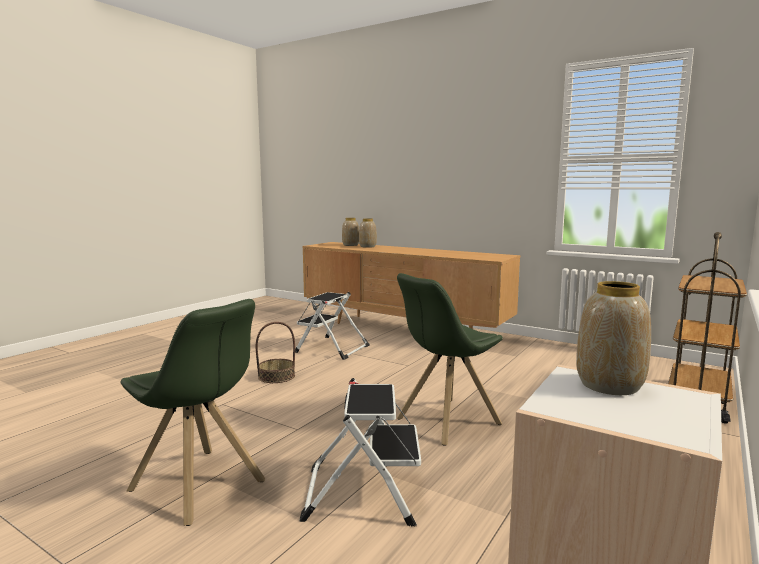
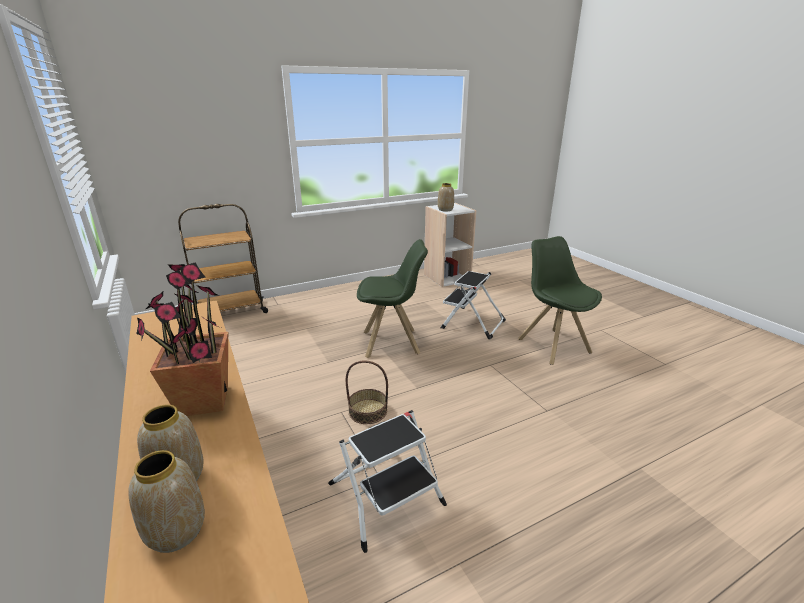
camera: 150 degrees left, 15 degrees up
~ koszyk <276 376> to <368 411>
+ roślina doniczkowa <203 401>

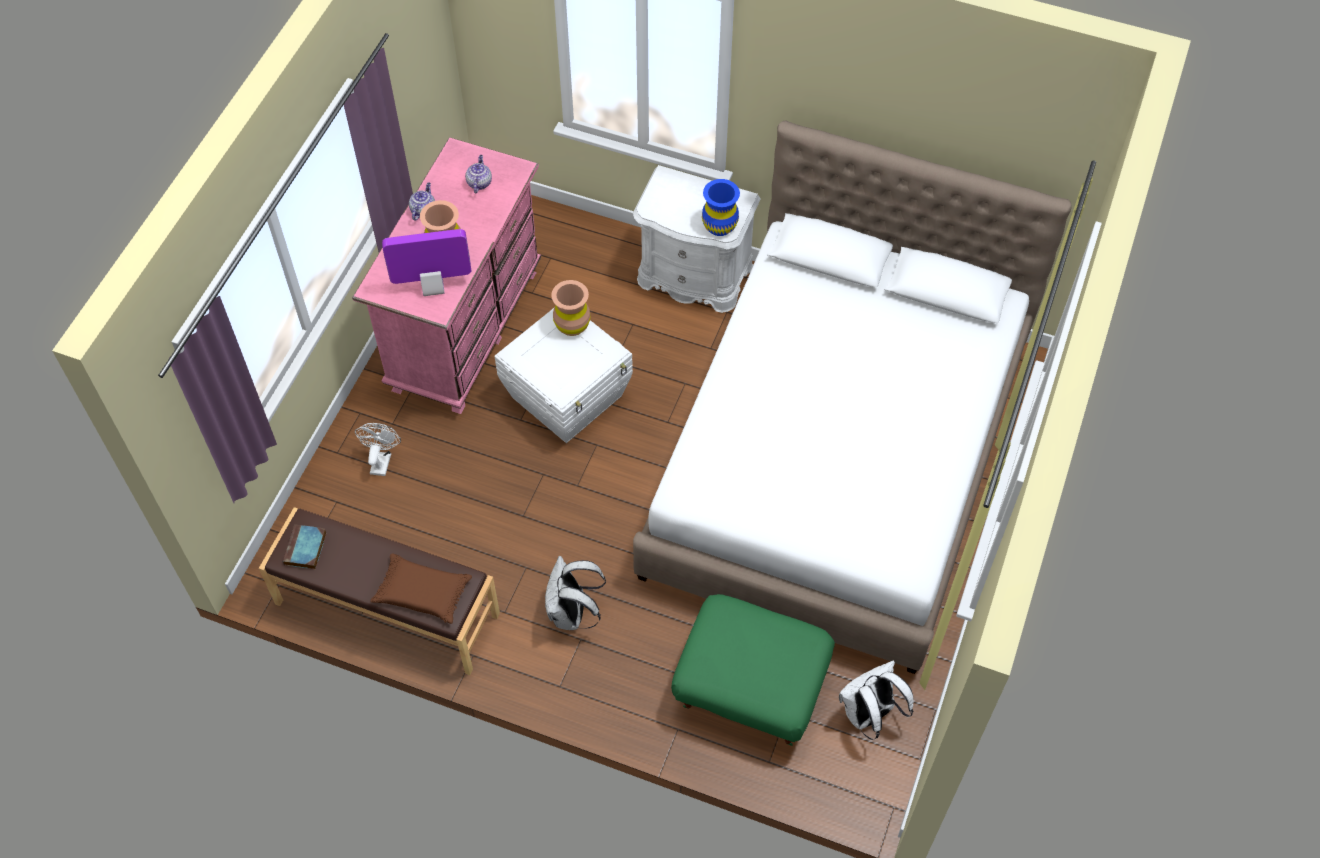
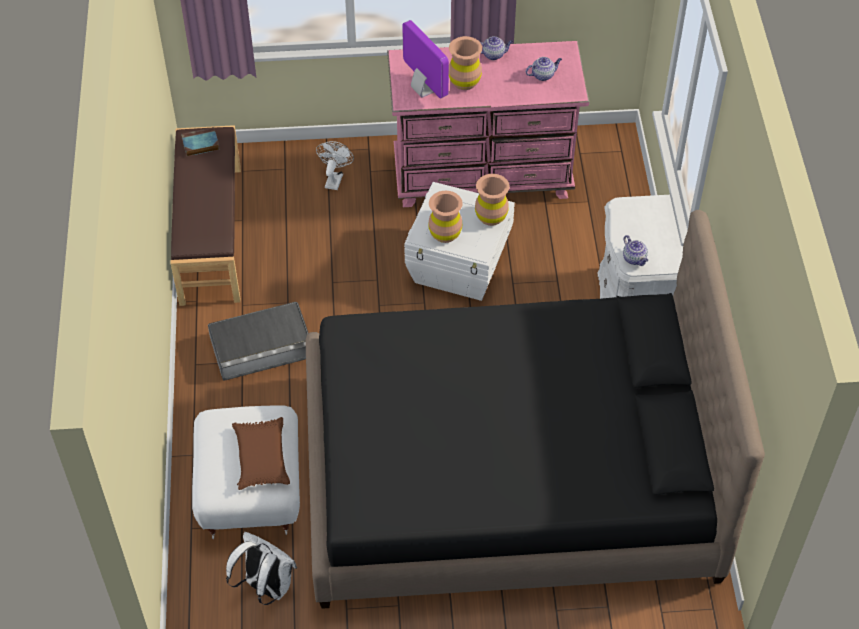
camera: 65 degrees right, 5 degrees down
~ wentylator/biały <381 460> = <334 178> 60 degrees counterclockwise
~ poduszka/brązowy <422 592> to <261 456>
~ plecak/biały <572 614> to pojemnik do przechowywania/szary <261 347>
~ łóżko/biały <838 458> to łóżko/czarny <509 476>
~ pufa/zielony <751 688> to pufa/biały <252 492>
~ wazon/niebieski <719 226> to imbryk <635 259>
+ wazon/brązowy <445 233>

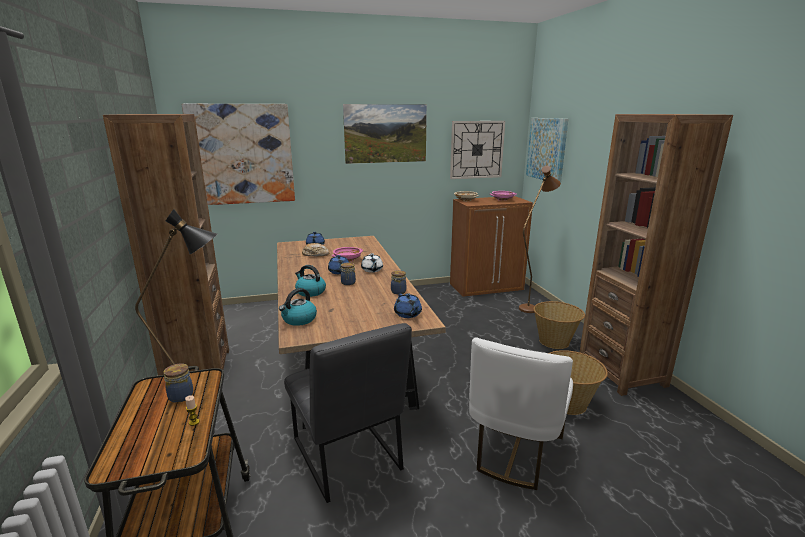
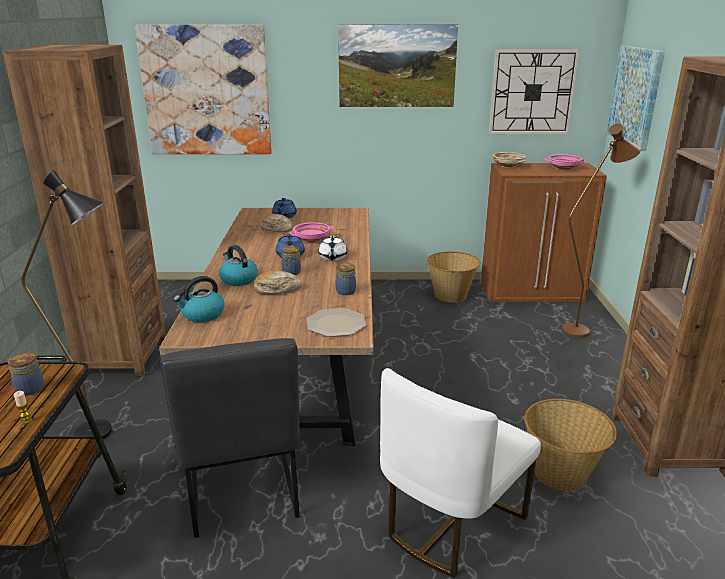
camera: 15 degrees right, 5 degrees up
~ imbryk/niebieski <408 314> to talerz <336 324>
~ koszyk <554 342> to <451 295>
+ chleb <277 289>

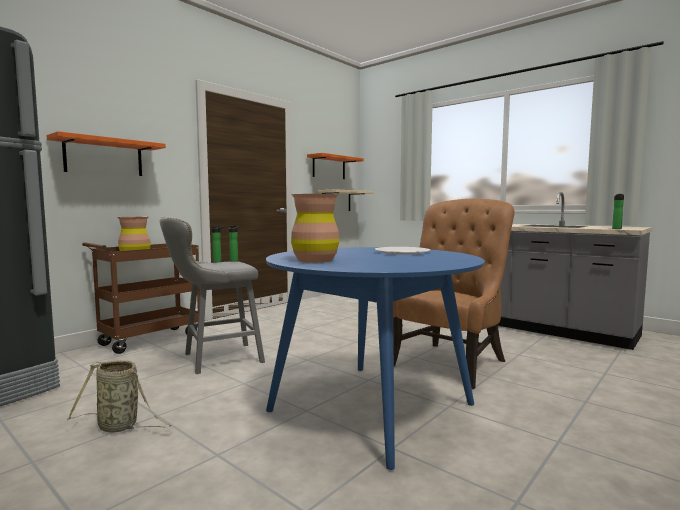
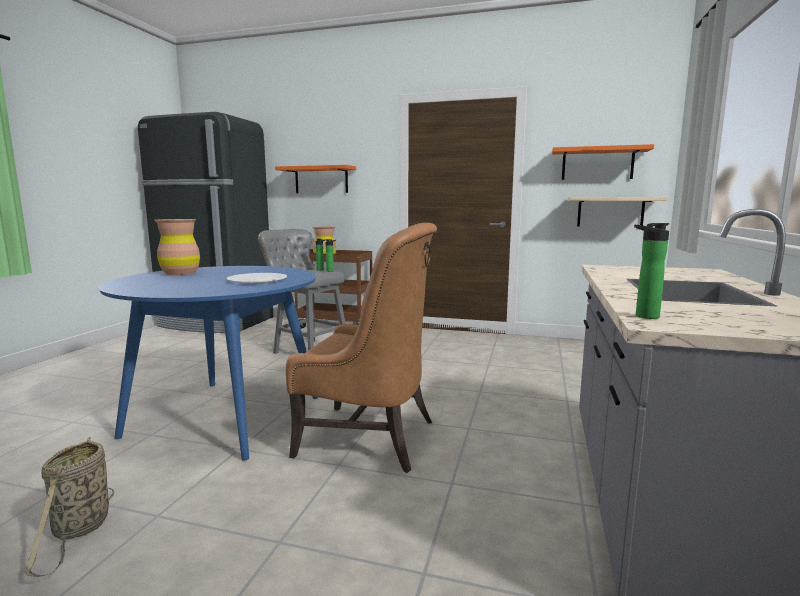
camera: 65 degrees right, 5 degrees up
~ koszyk <120 426> to <80 529>

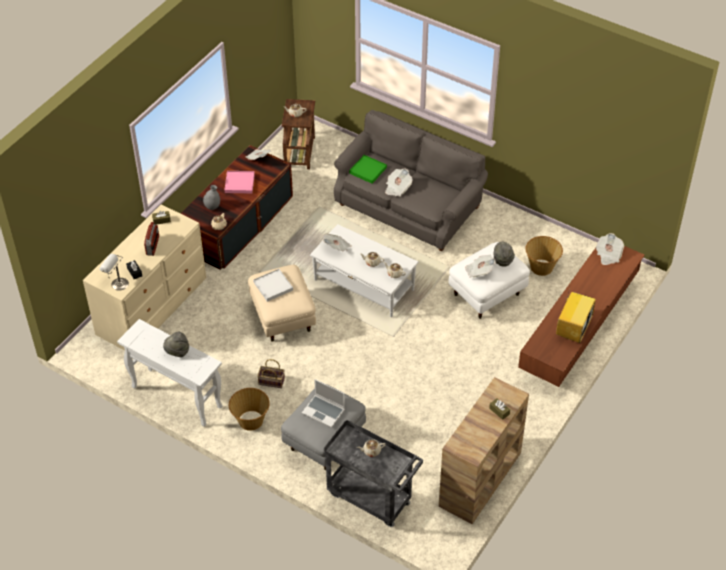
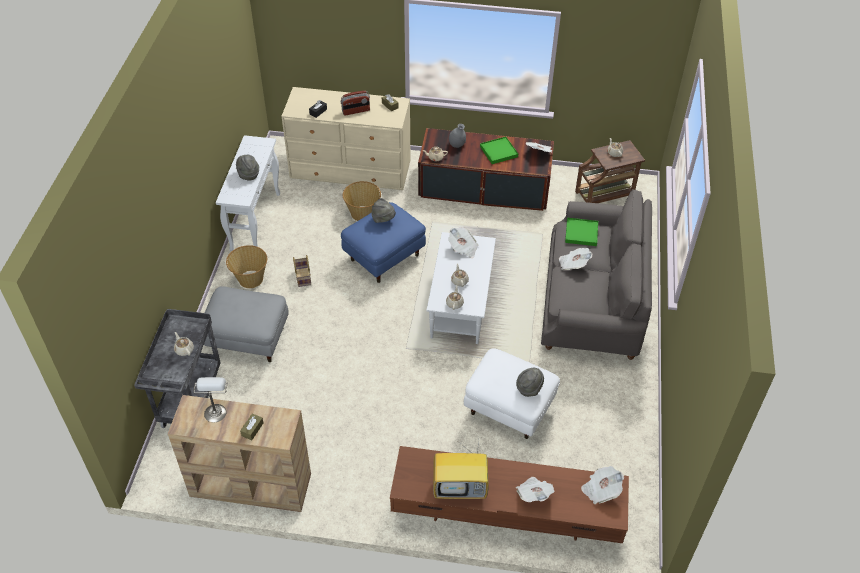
camera: 65 degrees right, 0 degrees up
~ lampa stołowa/biały <116 283> to <215 409>
~ taca/różowy <239 183> to taca/zielony <498 152>
~ pufa/beżowy <283 318> to pufa/niebieski <384 258>
~ taca/biały <273 286> to kapelusz/szary <383 219>
- laptop <324 411>
~ gazeta <479 271> to <534 494>
~ koszyk <541 267> to <363 213>

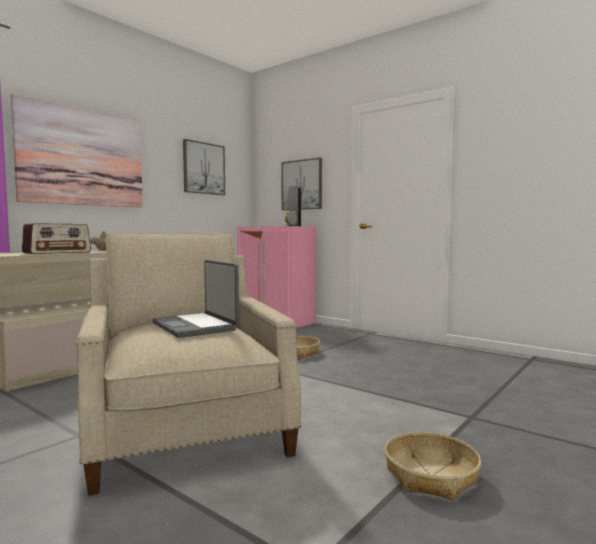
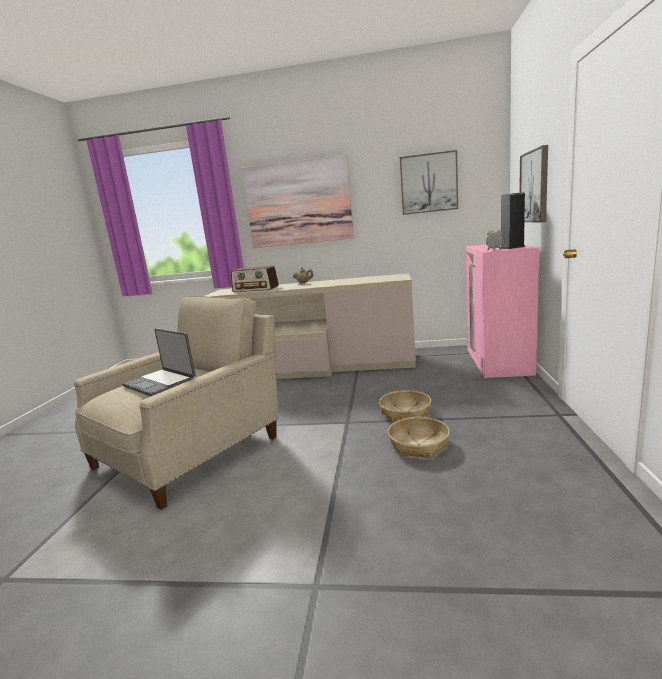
camera: 60 degrees right, 10 degrees up
~ laptop <196 326> = <161 383> 75 degrees counterclockwise
~ koszyk <431 476> to <419 445>

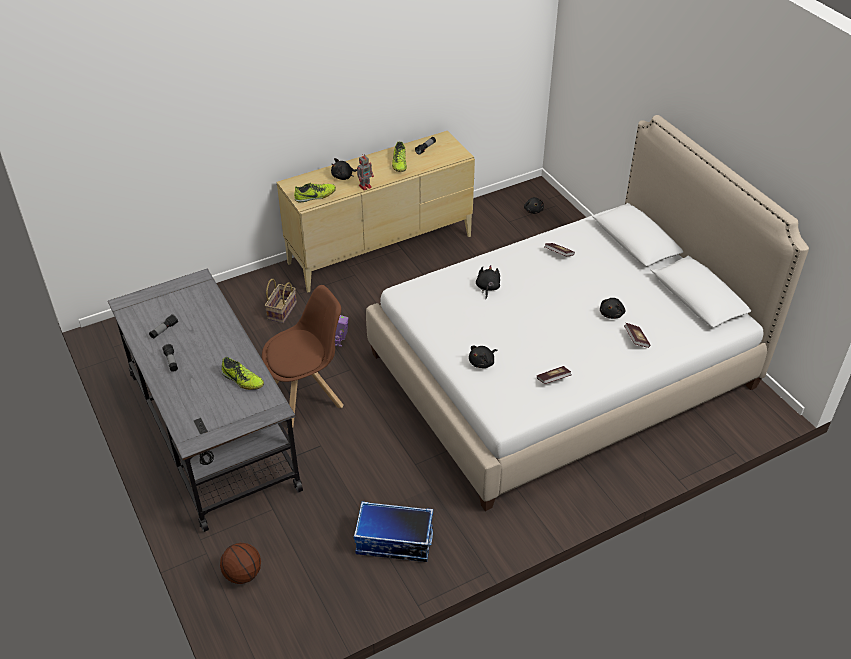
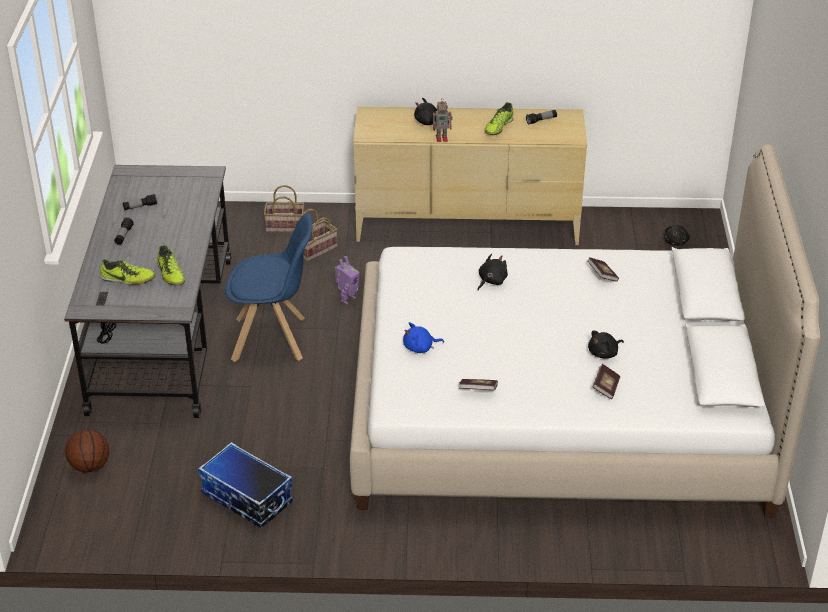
camera: 30 degrees right, 5 degrees down
~ krzesło/brązowy <307 398> to krzesło/niebieski <273 339>
~ but <315 196> to <128 279>
~ pluszak/czarny <482 362> to pluszak/niebieski <420 348>
+ koszyk <284 227>

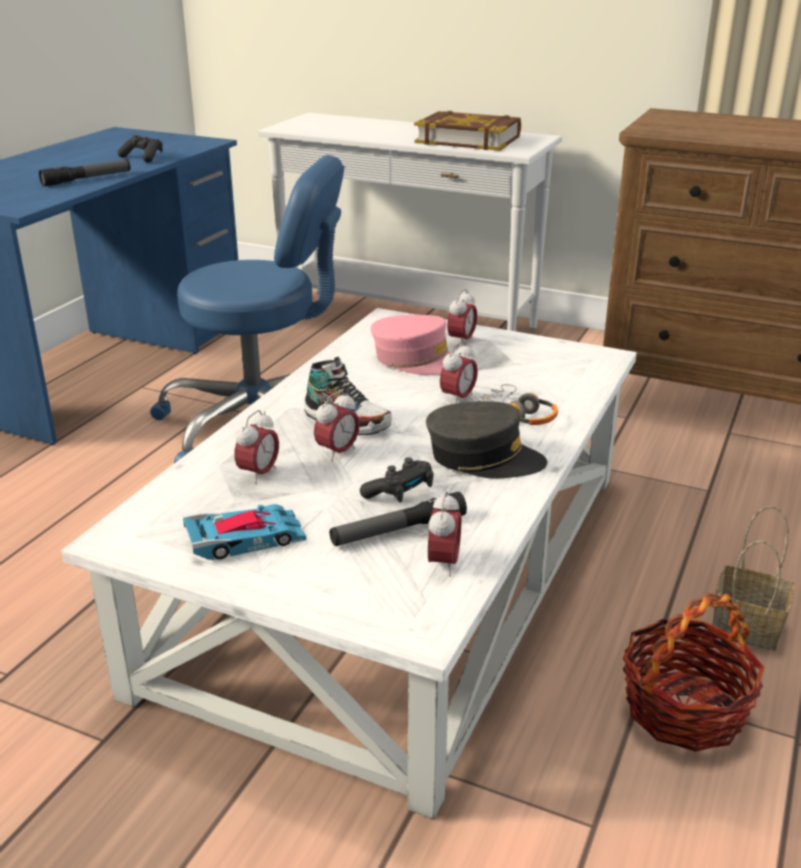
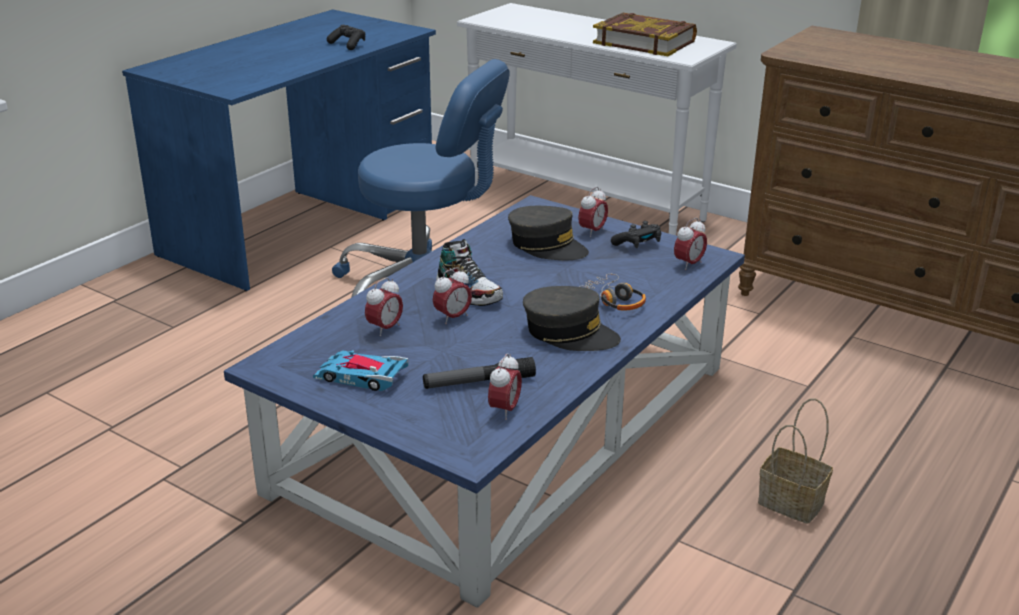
camera: 10 degrees right, 0 degrees up
- latarka <87 179>
~ ława/biały <398 571> to ława/niebieski <507 424>
~ samochodzik <246 538> = <360 376> 150 degrees counterclockwise
~ pad do gier/czarny <400 492> to <638 244>
~ czapka z daszkiem/różowy <417 360> to czapka z daszkiem/szary <547 246>
~ budzik <458 398> to <688 264>
- koszyk <684 710>

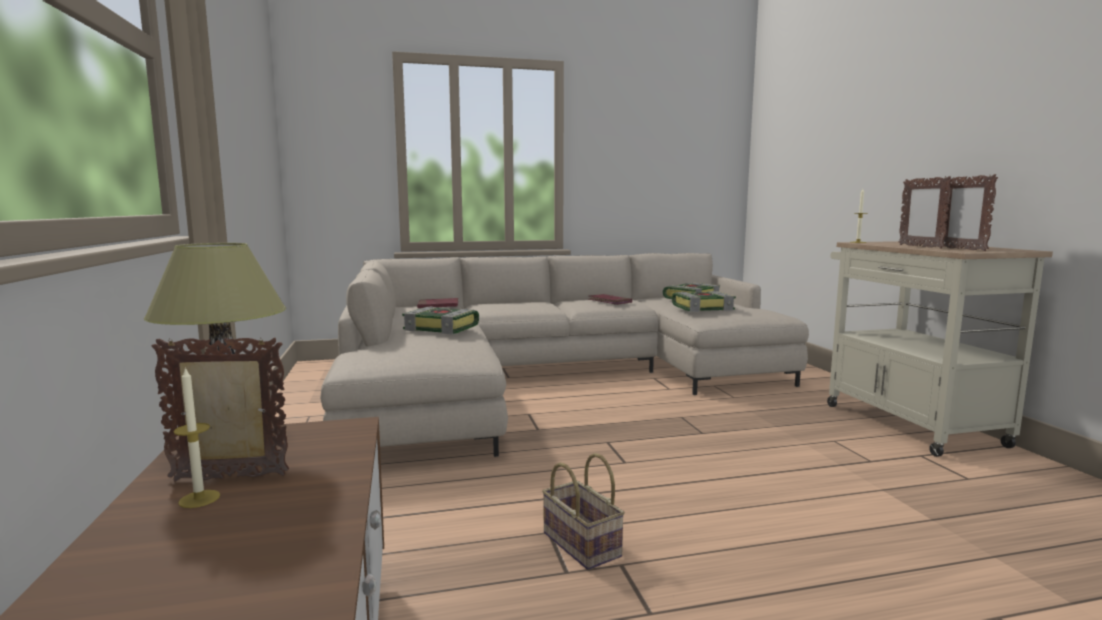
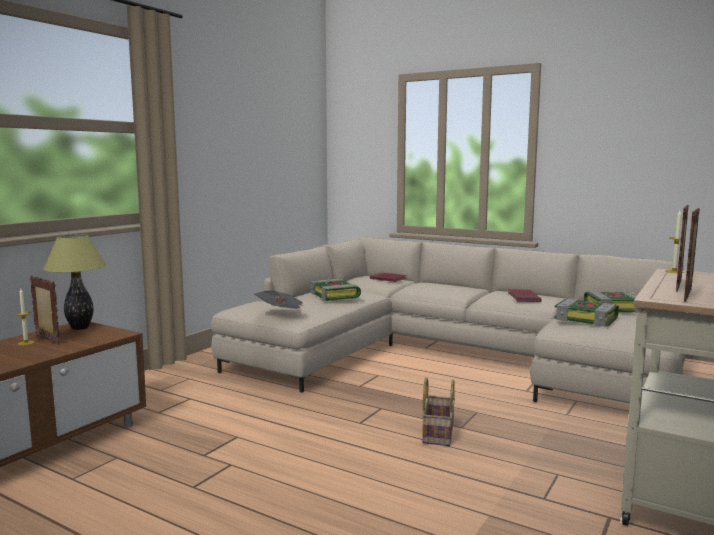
camera: 45 degrees right, 0 degrees up
~ koszyk <578 544> to <437 433>
+ gazeta <281 313>

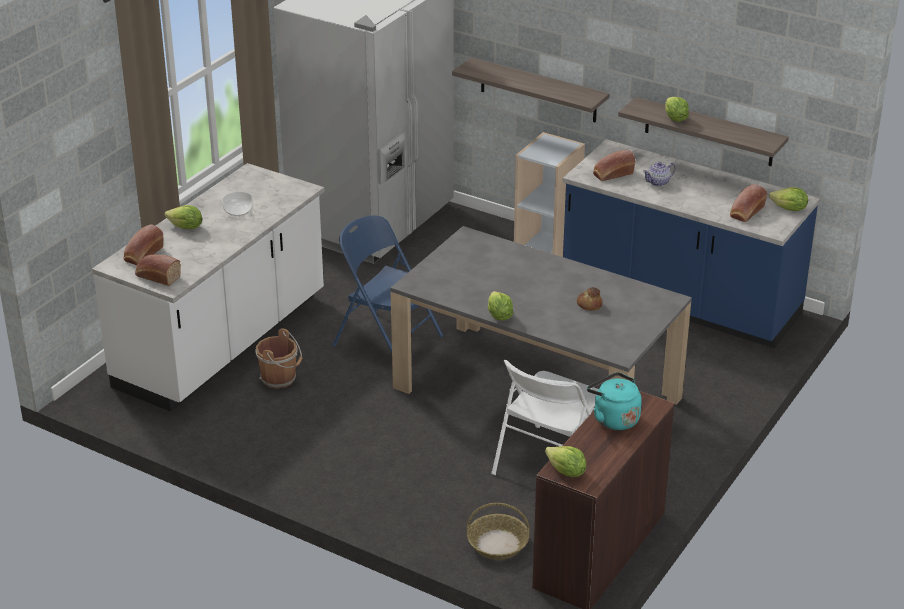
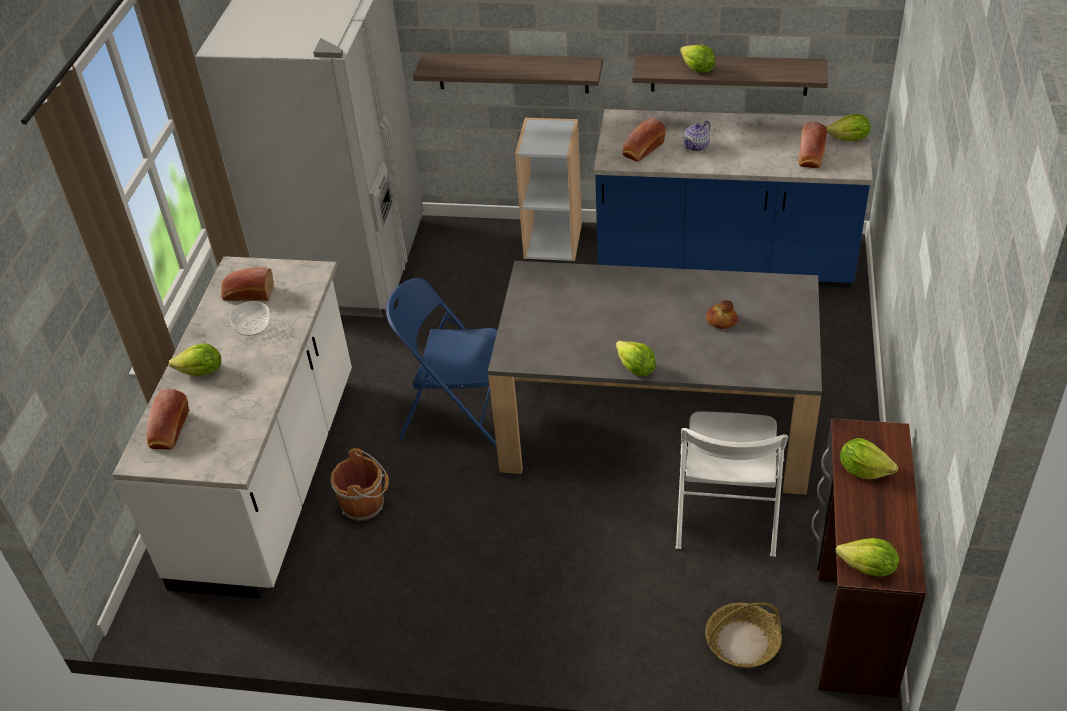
camera: 20 degrees left, 10 degrees up
~ chleb <157 276> to <247 294>
~ czajnik/turkusowy <613 418> to sałata <863 470>

